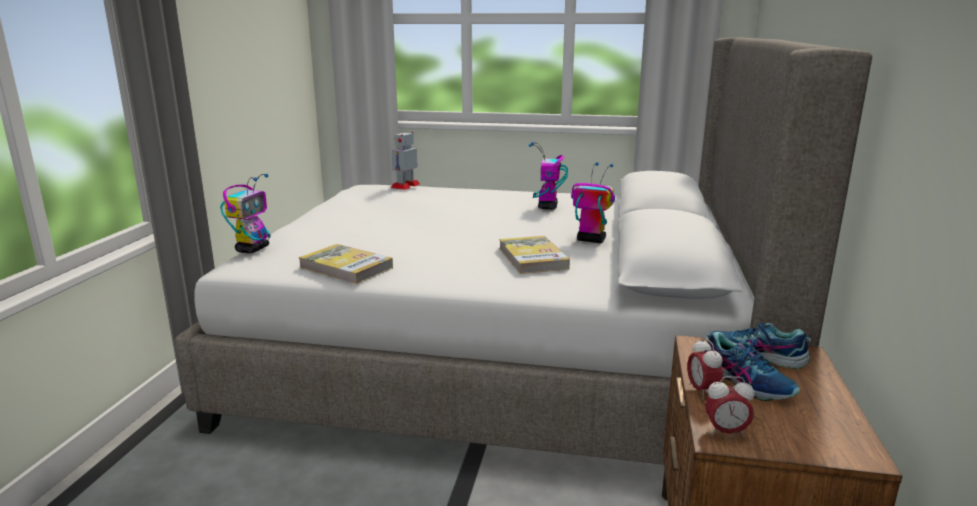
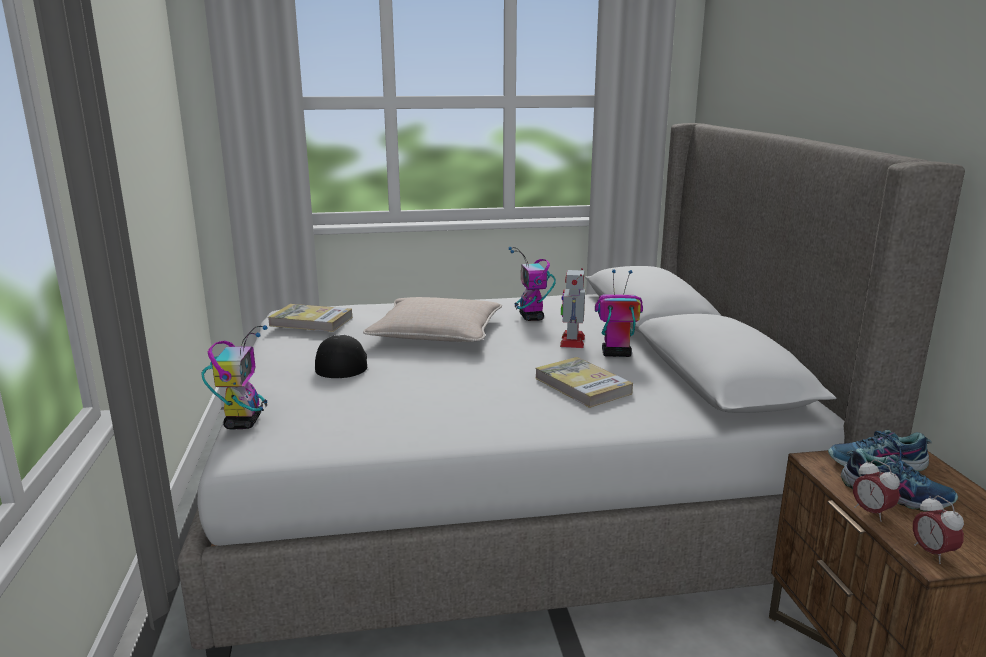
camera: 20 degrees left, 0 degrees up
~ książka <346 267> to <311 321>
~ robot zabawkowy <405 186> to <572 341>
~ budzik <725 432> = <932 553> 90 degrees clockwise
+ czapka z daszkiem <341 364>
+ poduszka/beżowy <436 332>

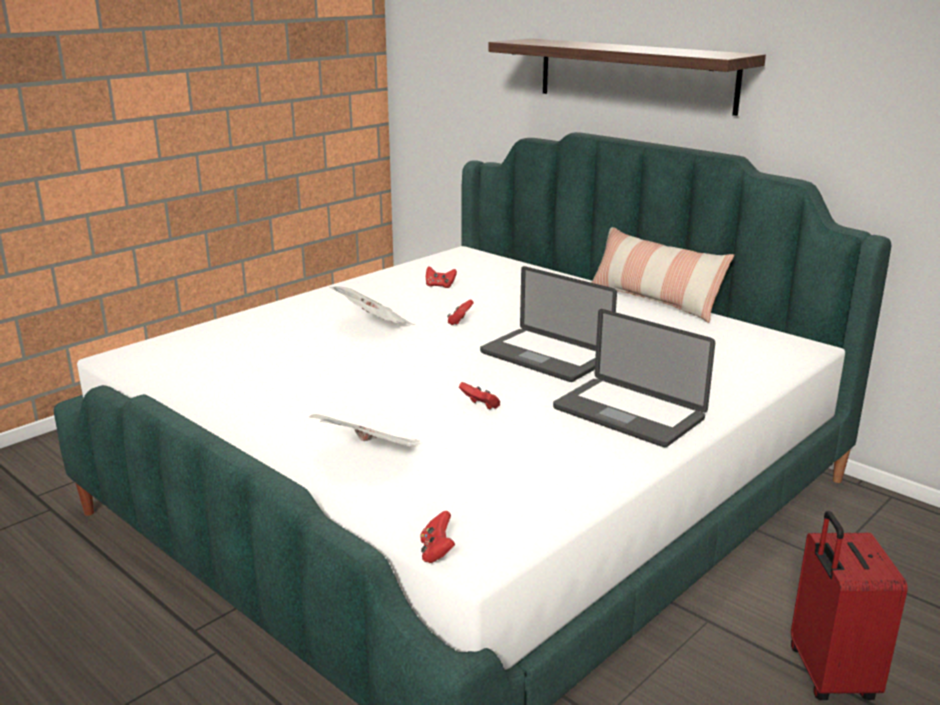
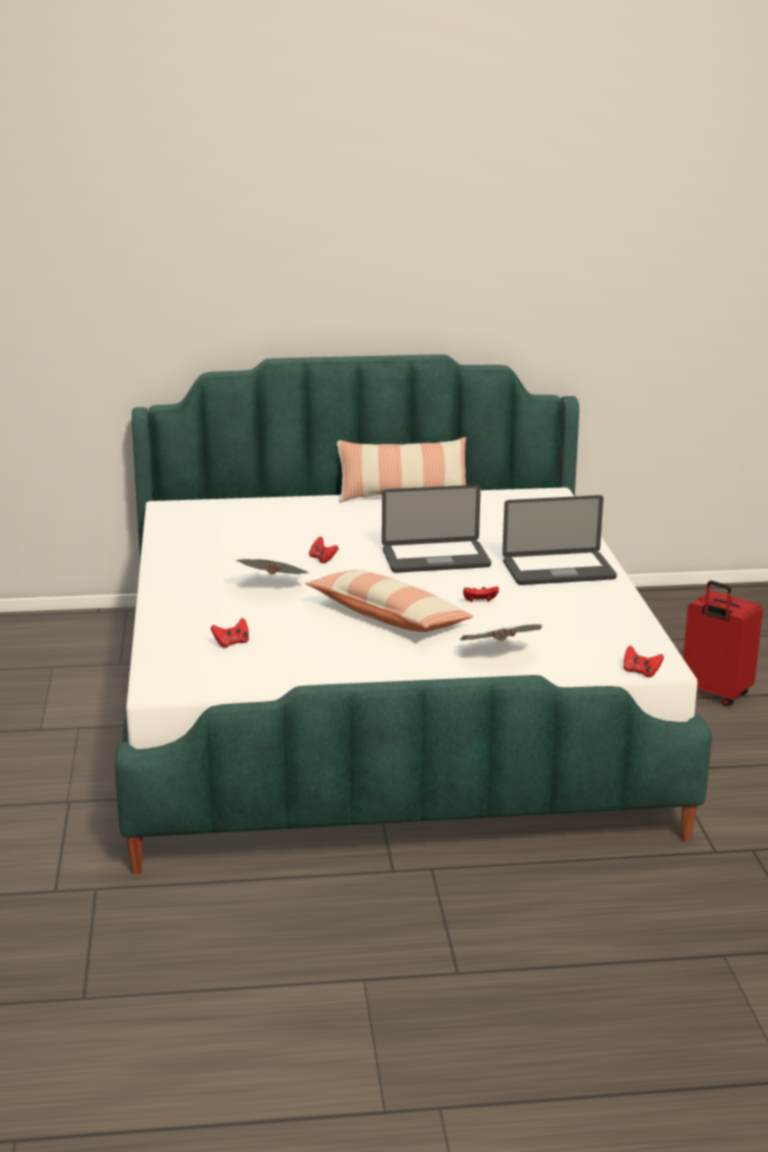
camera: 50 degrees left, 0 degrees up
~ pad do gier/czerwony <440 286> to <231 643>
- półka <635 74>
+ poduszka <388 617>

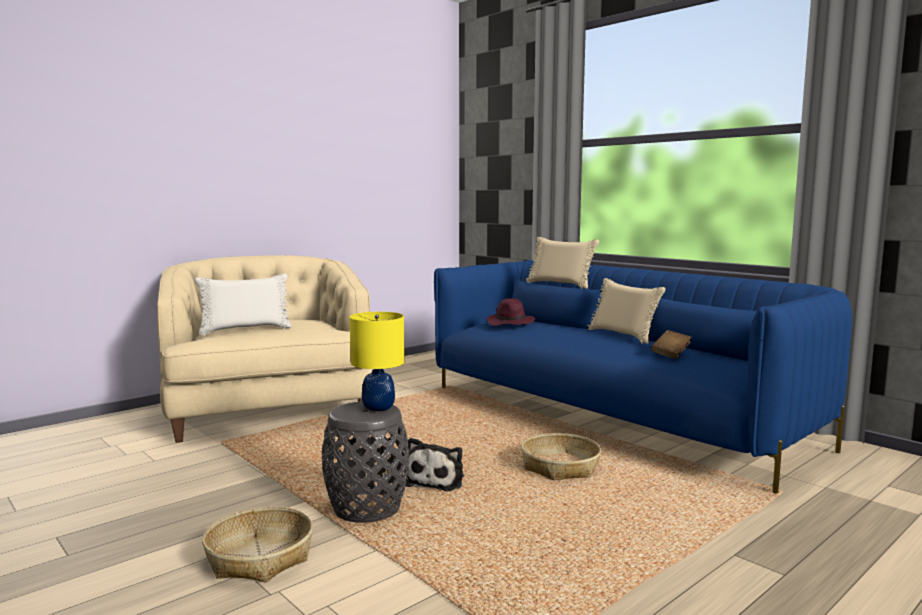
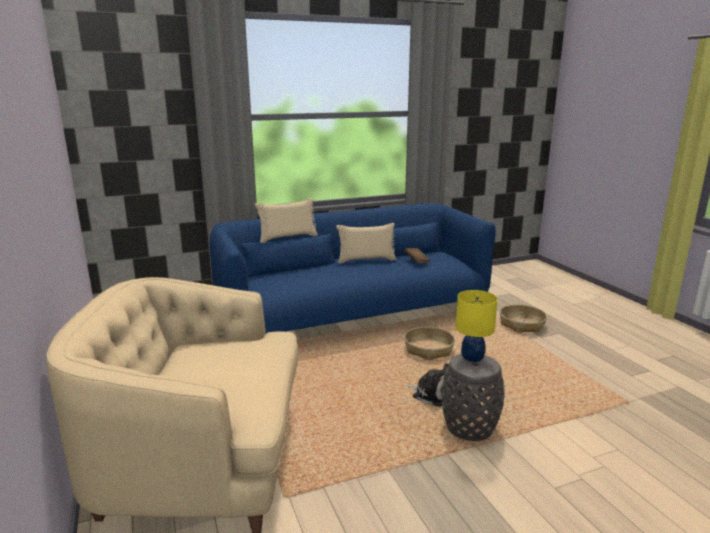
camera: 70 degrees left, 10 degrees up
- poduszka/biały <245 330>
~ koszyk <260 557> to <521 324>
- kapelusz/fioletowy <511 323>

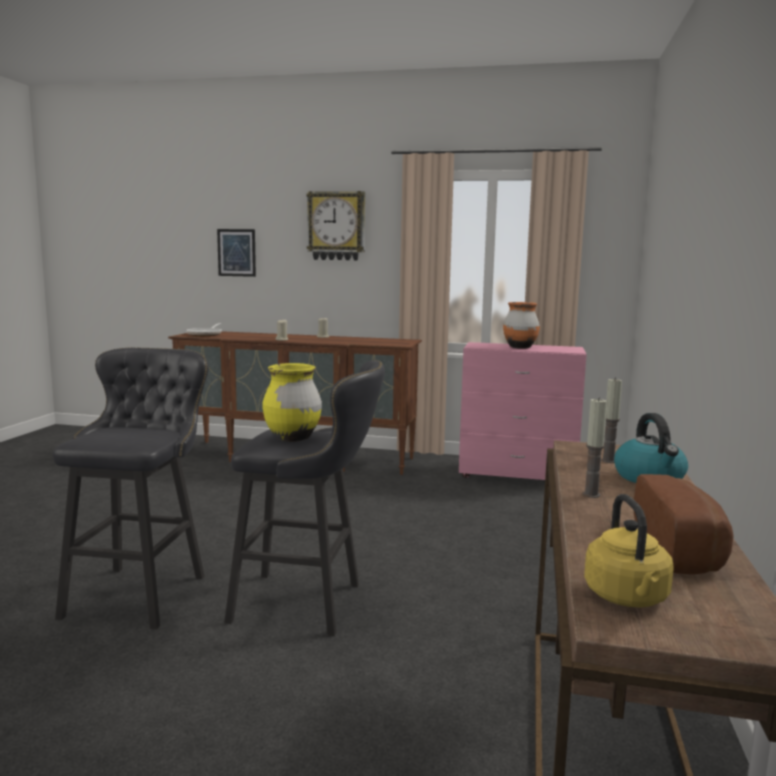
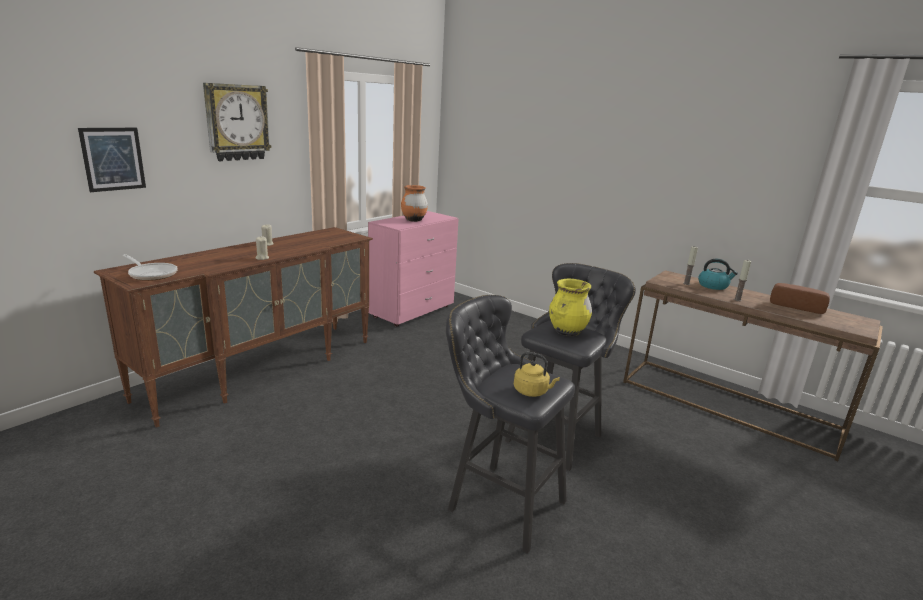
camera: 65 degrees left, 10 degrees up
~ czajnik/żółty <627 598> to <532 392>

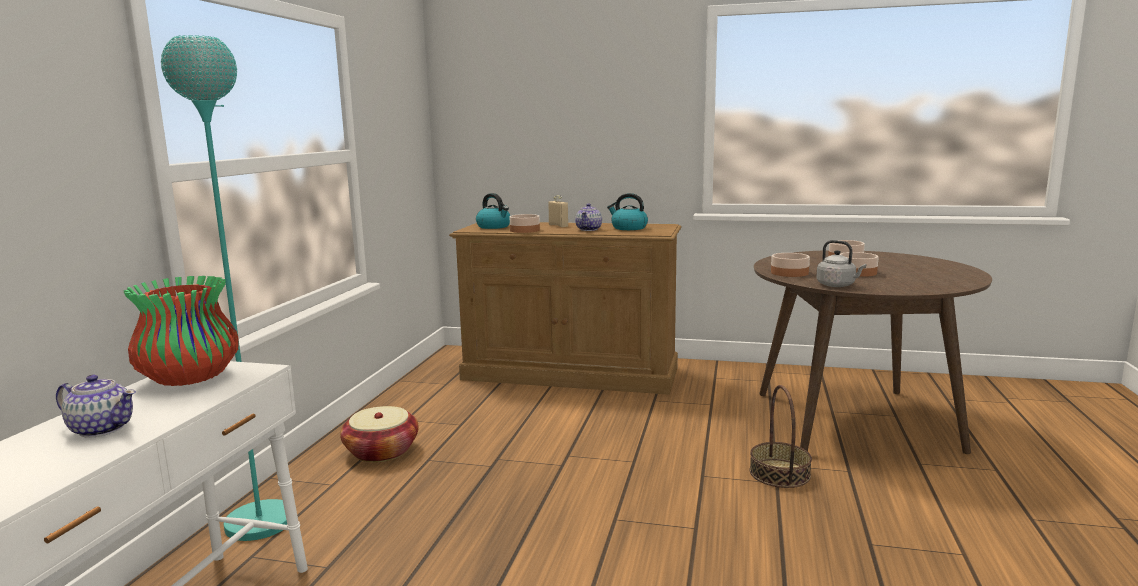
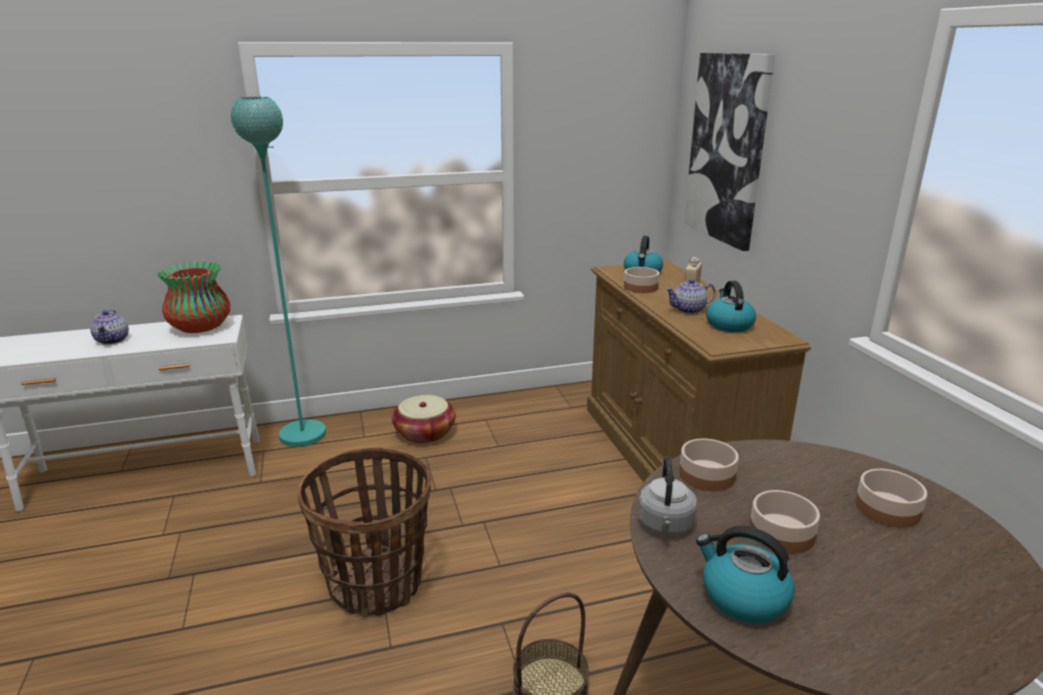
camera: 60 degrees right, 10 degrees up
+ koszyk <376 583>
+ obraz <727 149>
+ czajnik <742 597>

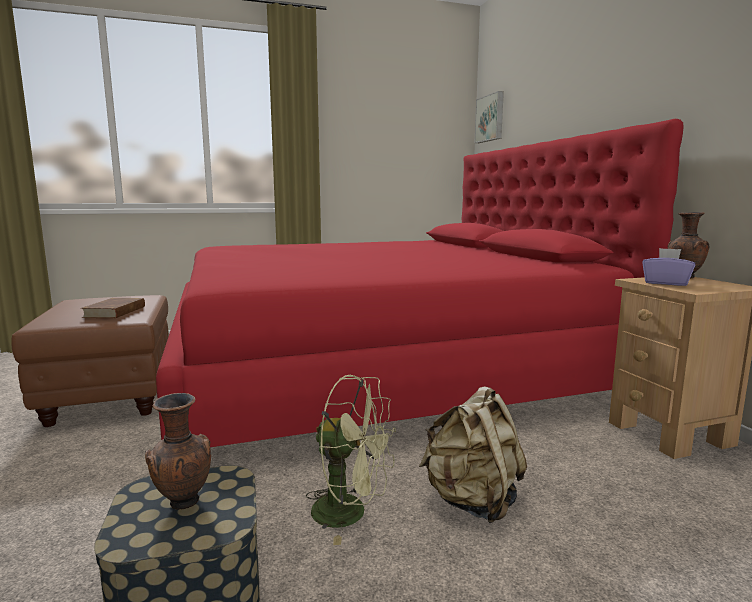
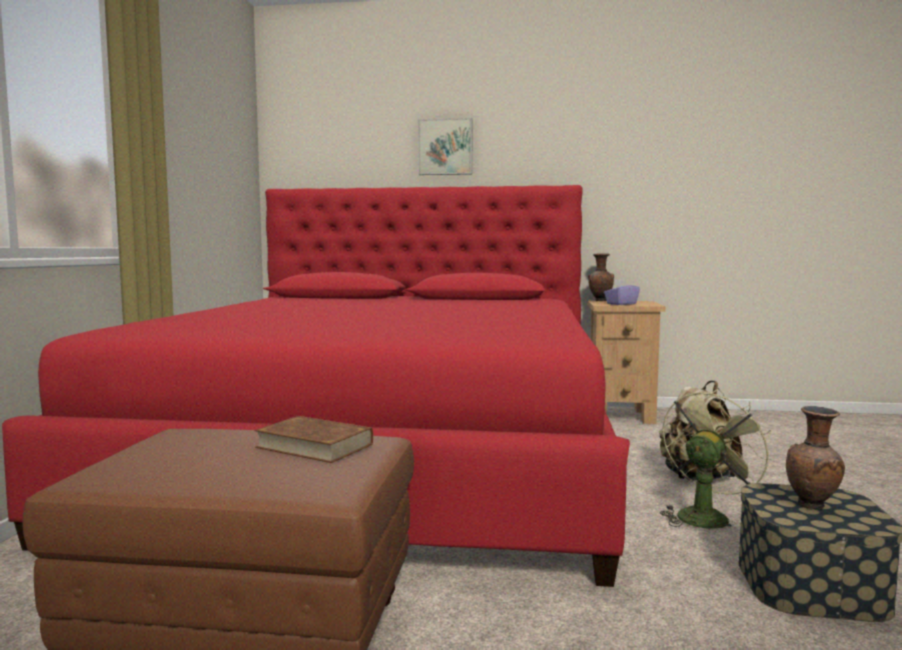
camera: 65 degrees left, 5 degrees down
~ obraz <490 118> to <445 147>

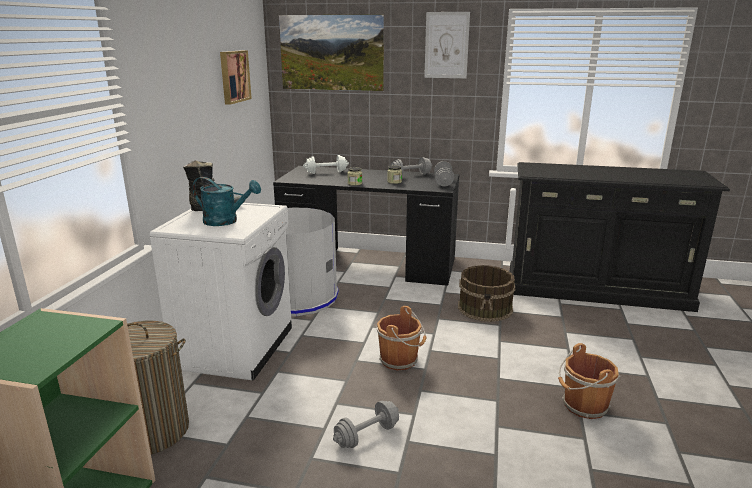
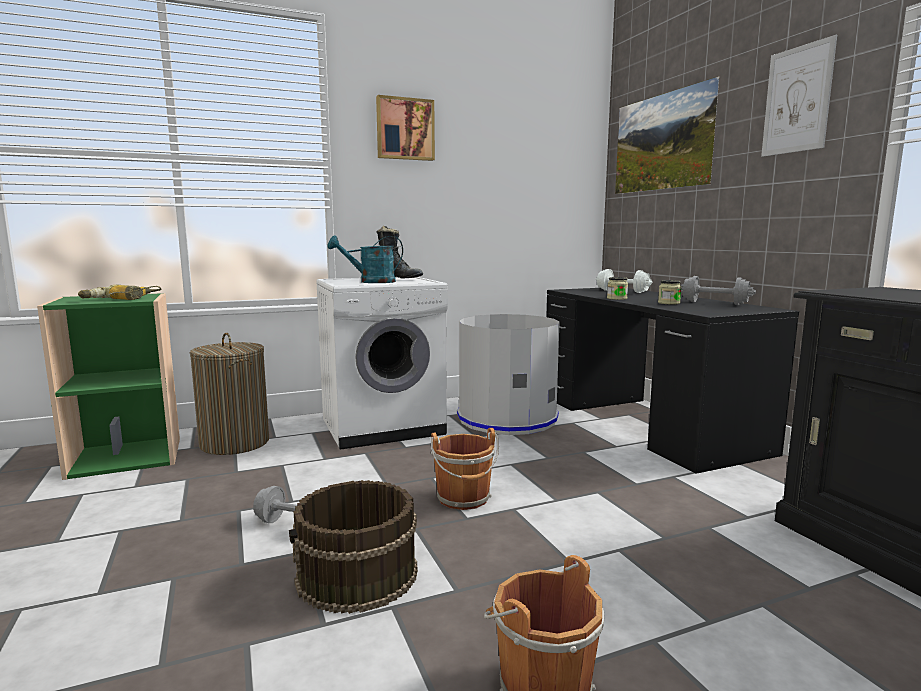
camera: 55 degrees right, 10 degrees down
~ konewka/turkusowy <226 221> = <371 282> 90 degrees clockwise
~ obraz <233 76> to <405 129>
- hantel/szary <443 182>
~ wiadro/brązowy <485 308> to <357 575>
+ wiertarka <120 299>

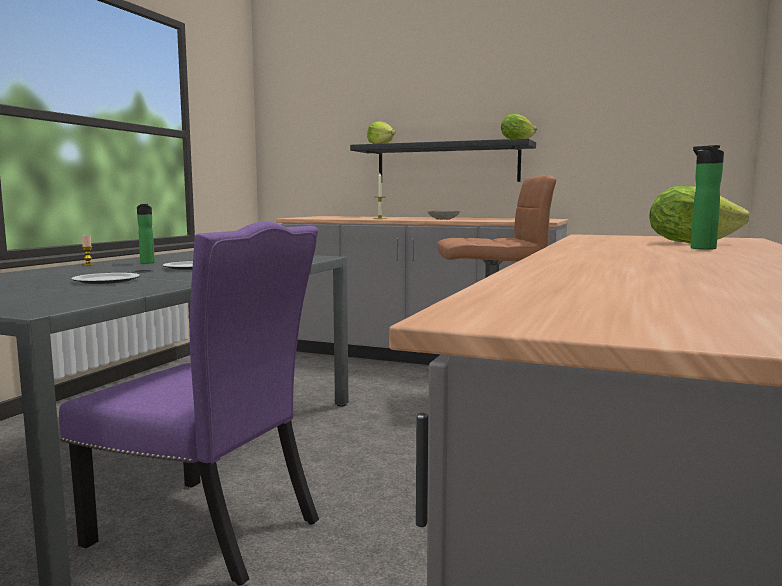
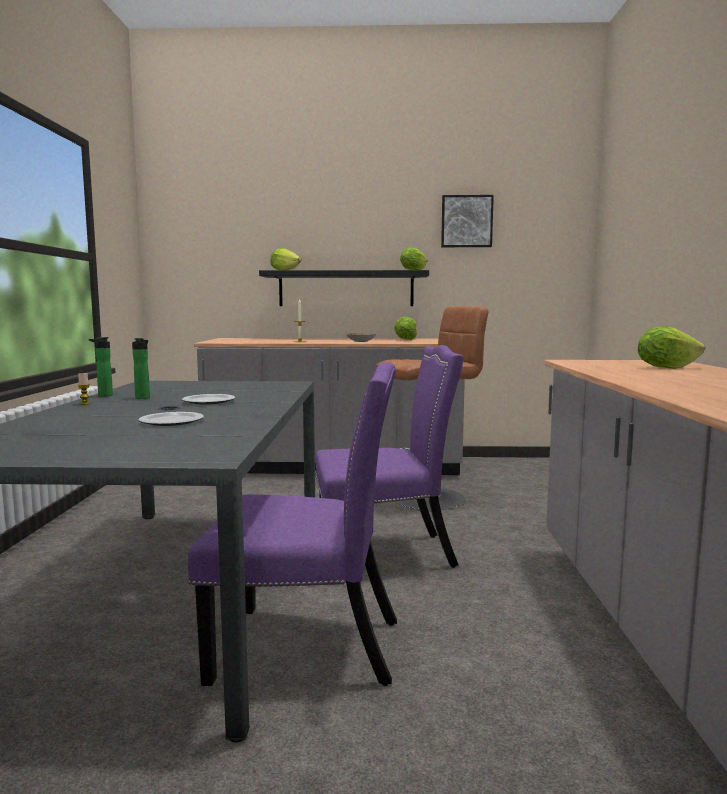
camera: 20 degrees left, 0 degrees up
~ butelka <701 248> to <103 396>
+ krzesło/fioletowy <382 554>
+ sałata <406 340>
+ obraz <466 221>

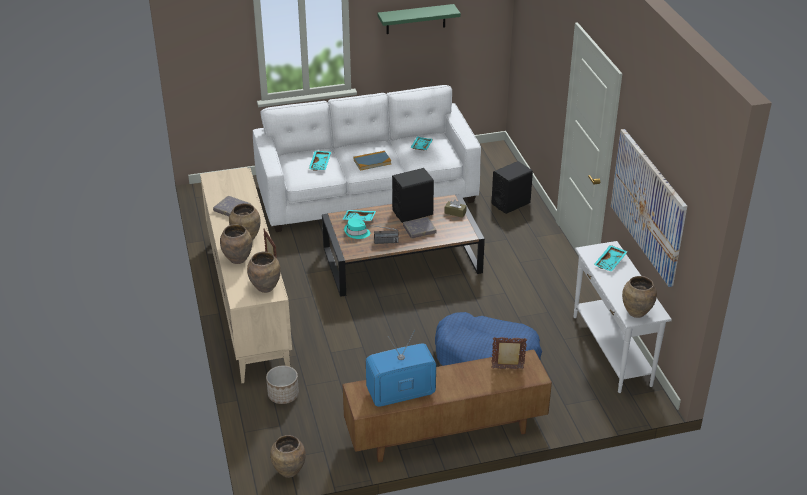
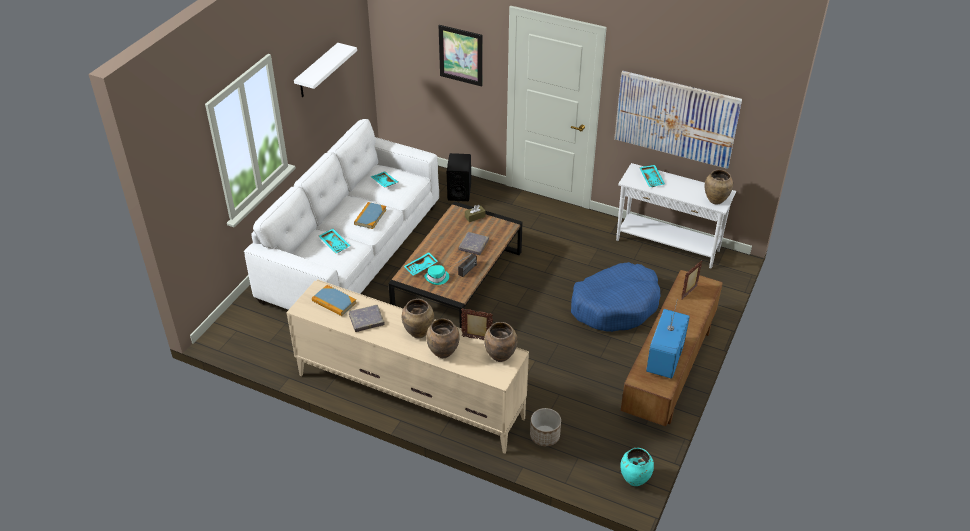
camera: 50 degrees left, 5 degrees up
~ wazon/brązowy <288 471> to wazon/turkusowy <634 480>
~ półka/zielony <415 19> to półka/biały <317 71>
- głośnik/czarny <413 212>
+ książka <334 302>
+ obraz <461 55>

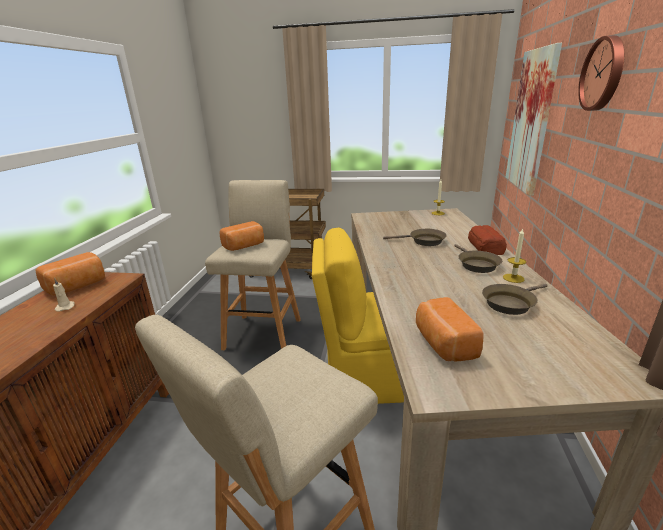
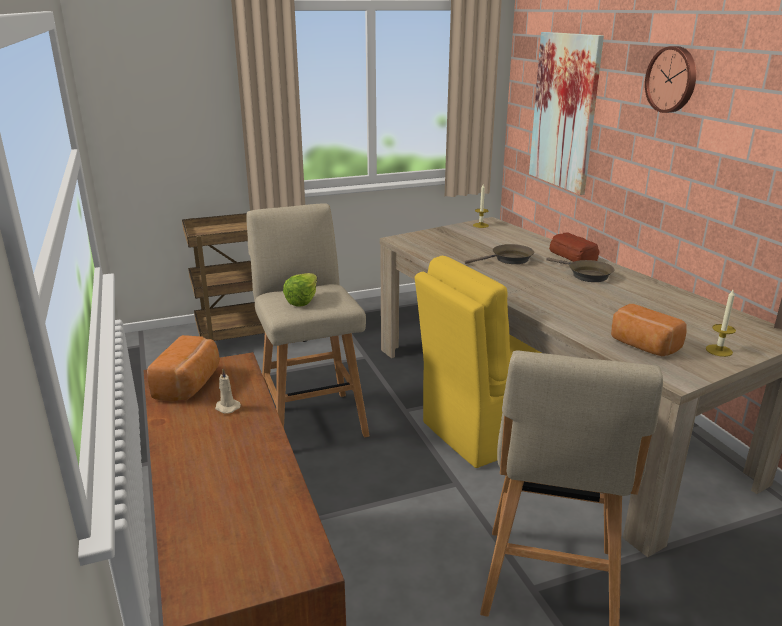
camera: 30 degrees left, 0 degrees up
~ chleb <245 246> to sałata <305 299>
- patelnia/brązowy <510 303>
~ świeca <513 278> to <719 350>

